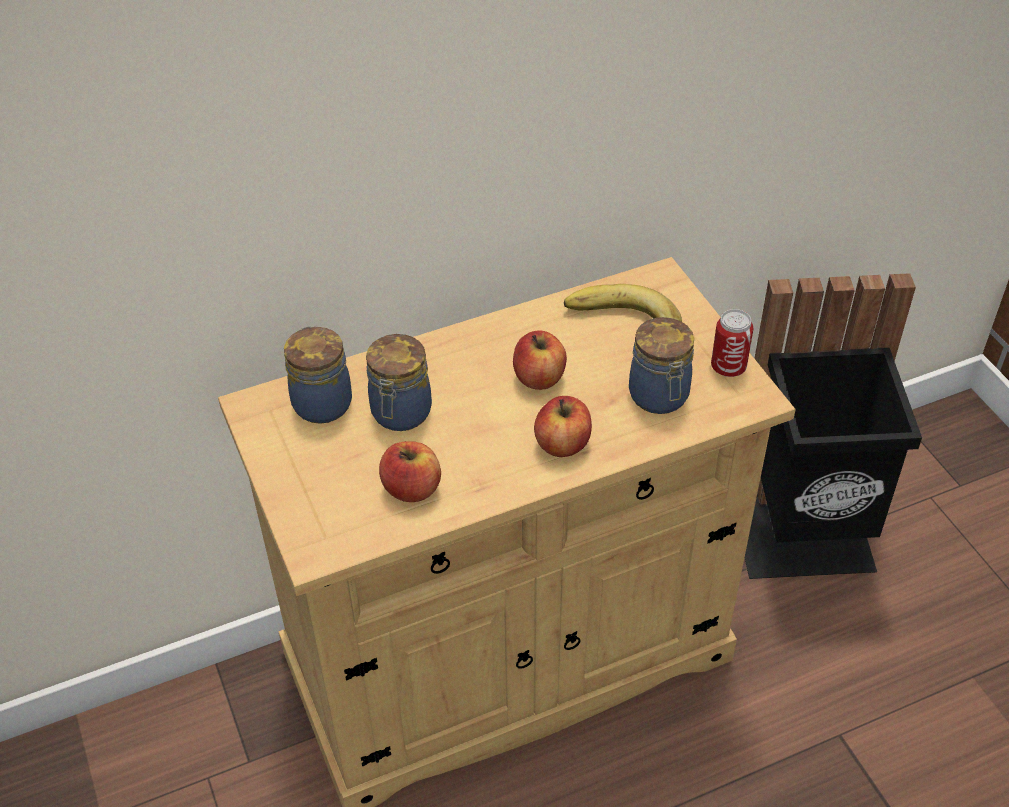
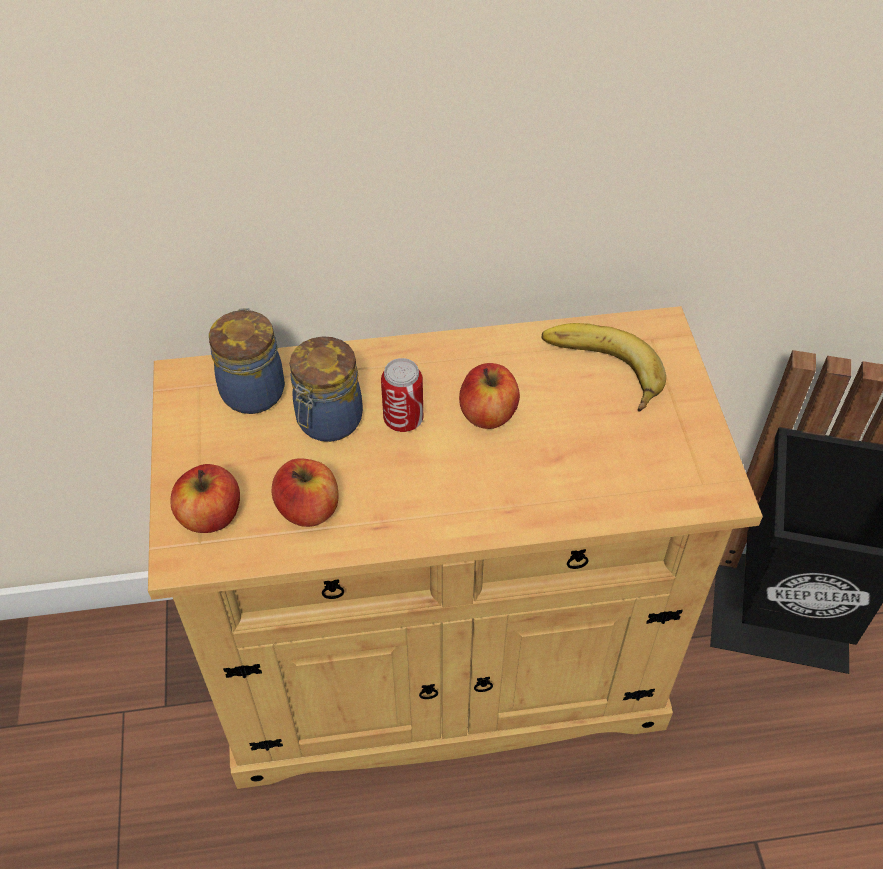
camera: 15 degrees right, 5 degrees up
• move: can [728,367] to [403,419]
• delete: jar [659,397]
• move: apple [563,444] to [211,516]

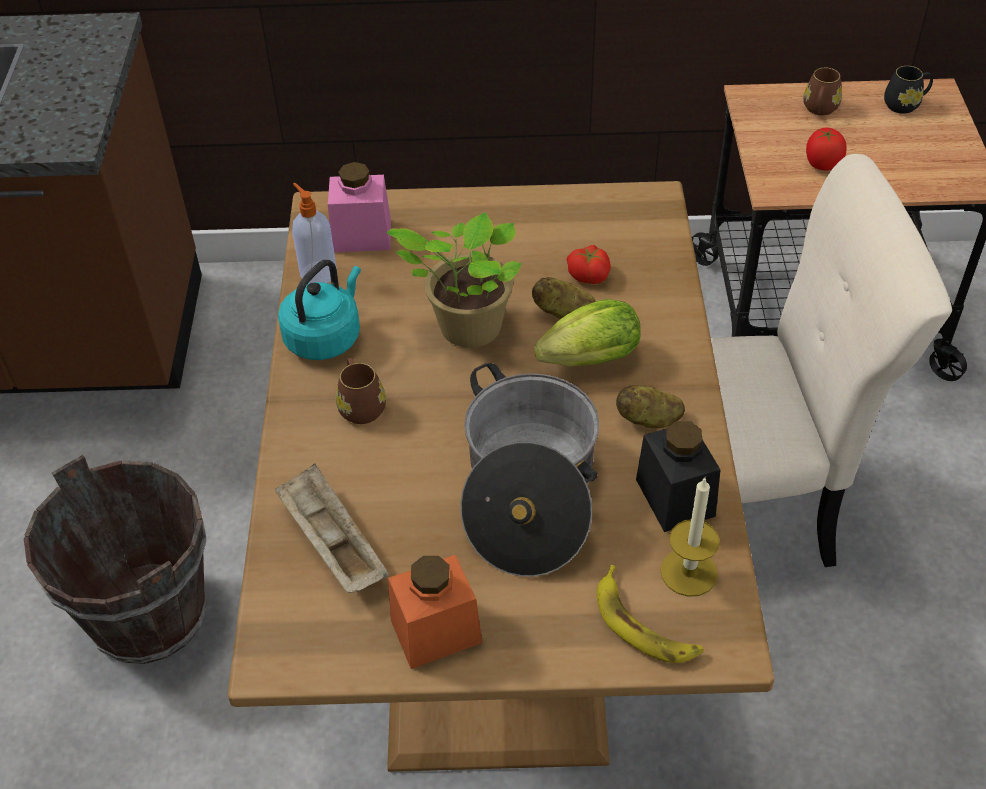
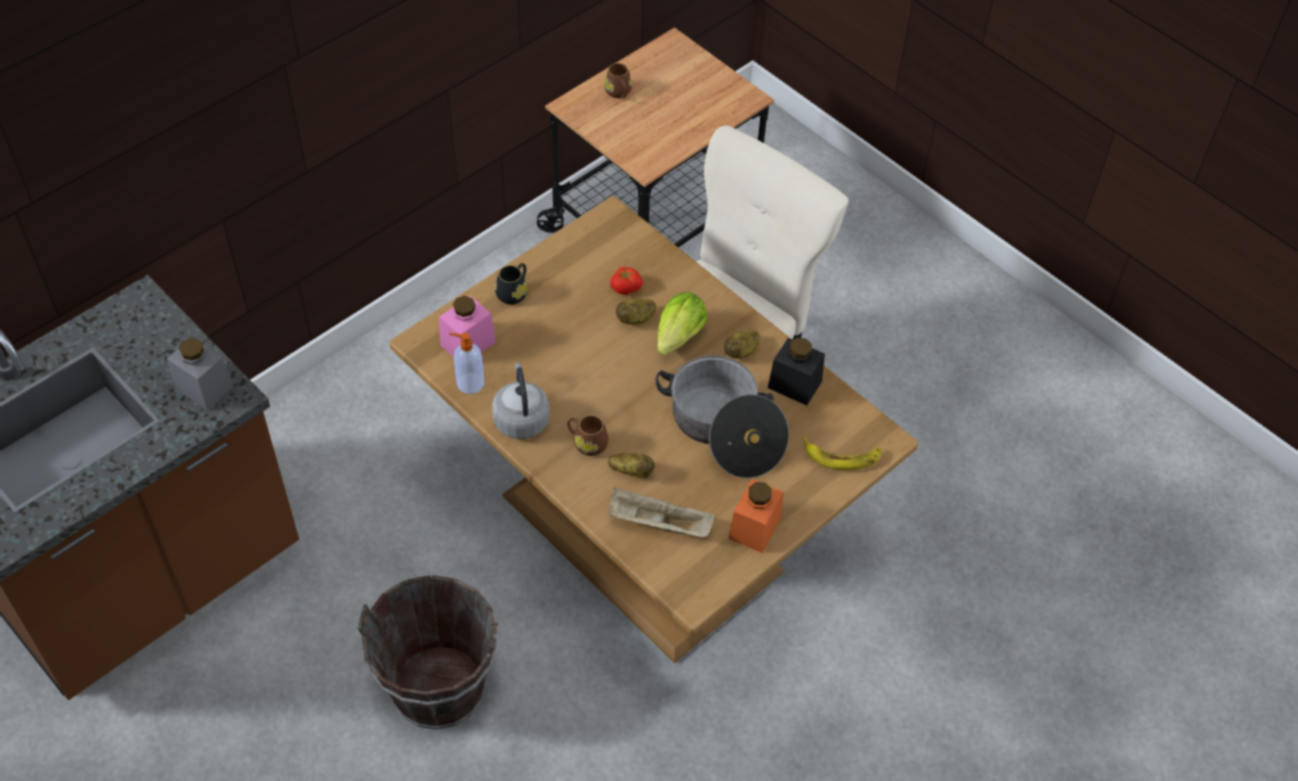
camera: 45 degrees left, 5 degrees up
• move: mug/black [905,104] to [514,292]
• delete: tomato [822,164]
• delete: potted plant [465,328]
• recolor: kettle/turquoise [325,337] to kettle/grey [521,418]
• delete: candle [689,572]
• insert: jar/grey [204,387]
• insert: potato [631,471]

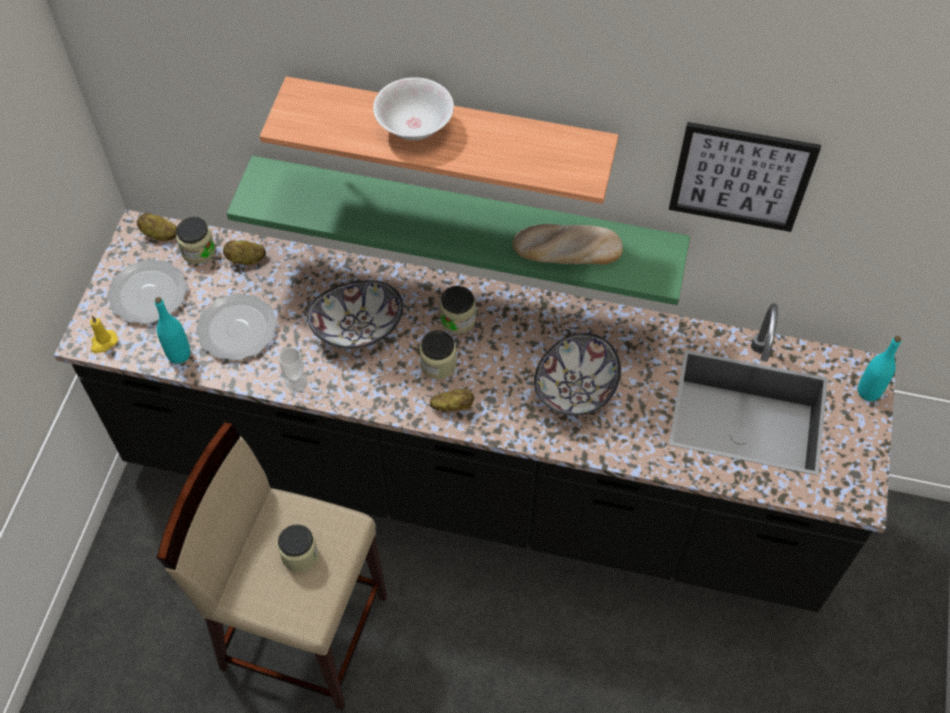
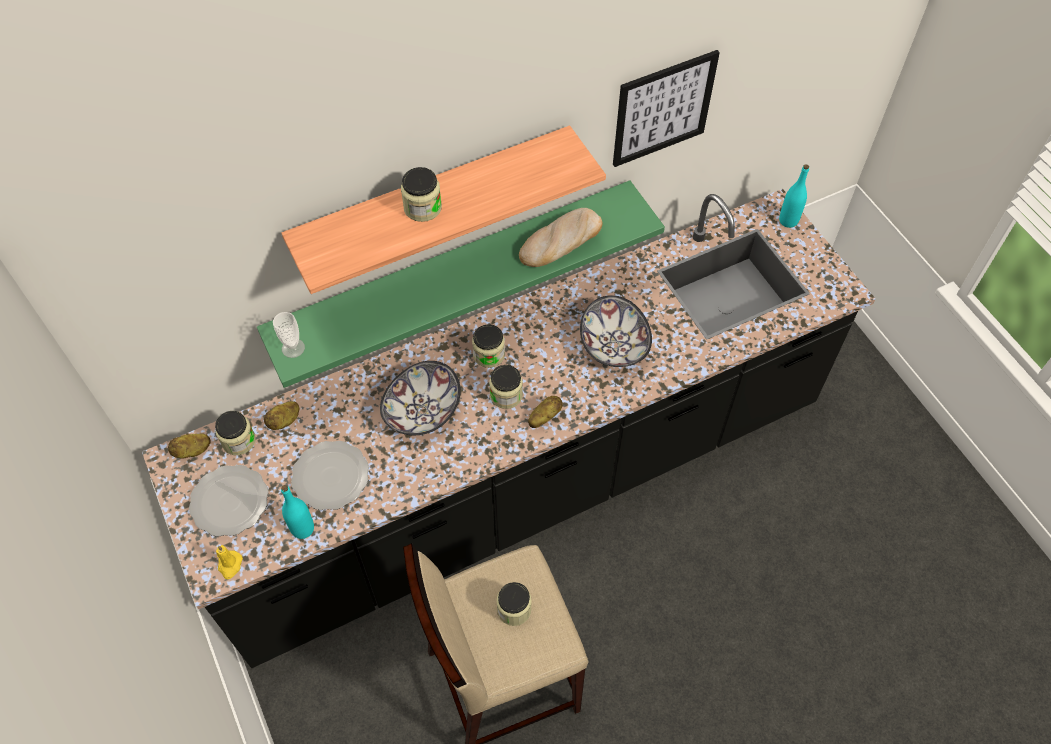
camera: 40 degrees left, 0 degrees up
• replace: bowl/white [414,126] to jar [422,208]
• move: cup [296,382] to [293,348]

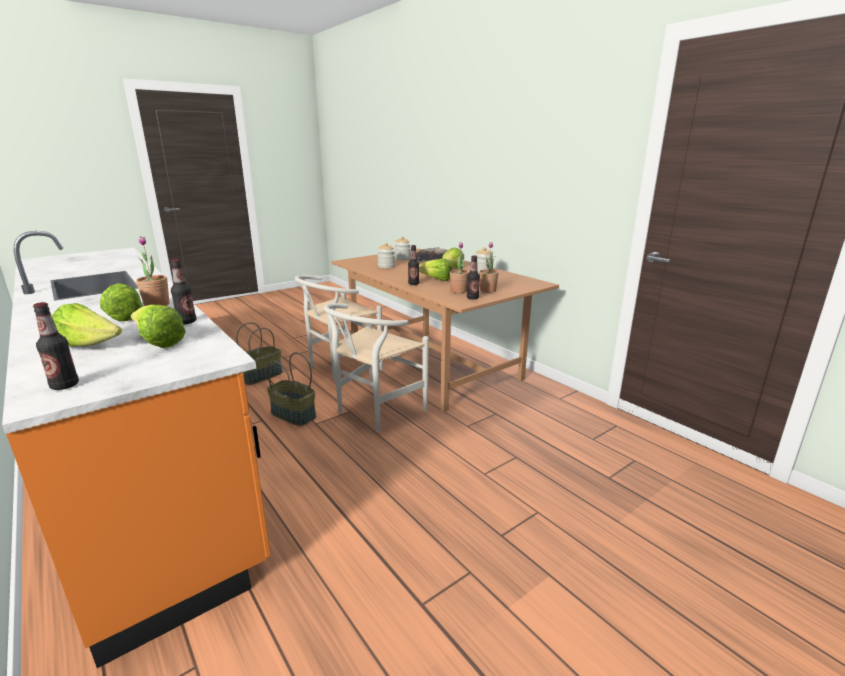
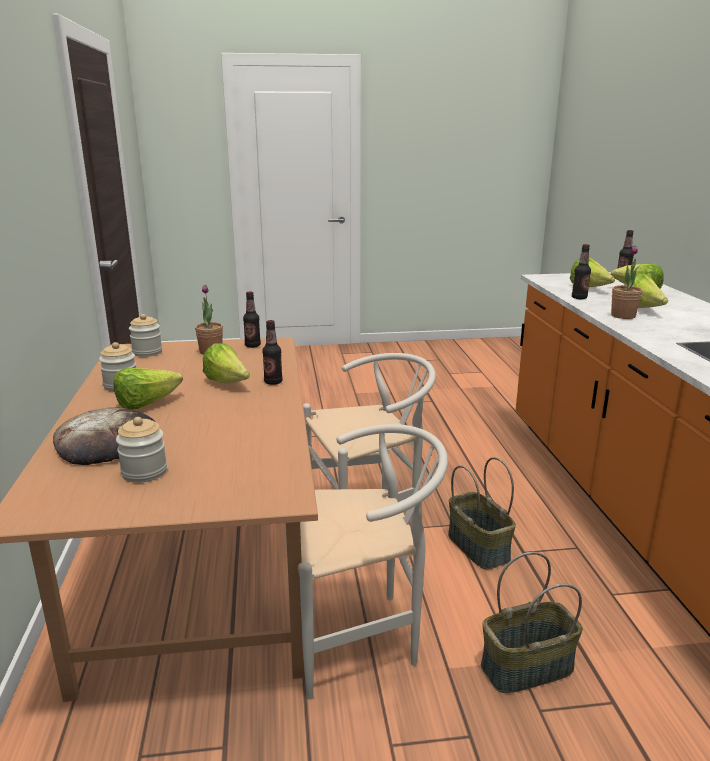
camera: 150 degrees left, 0 degrees up
• delete: potted plant [458,291]
• move: jar [386,266] to [147,352]

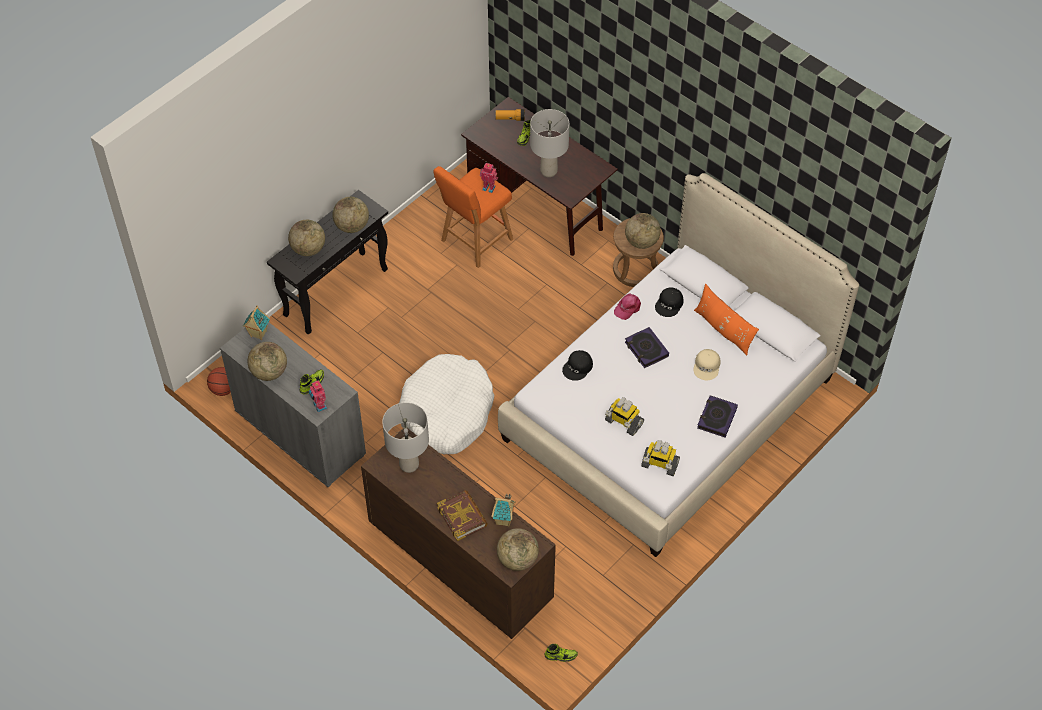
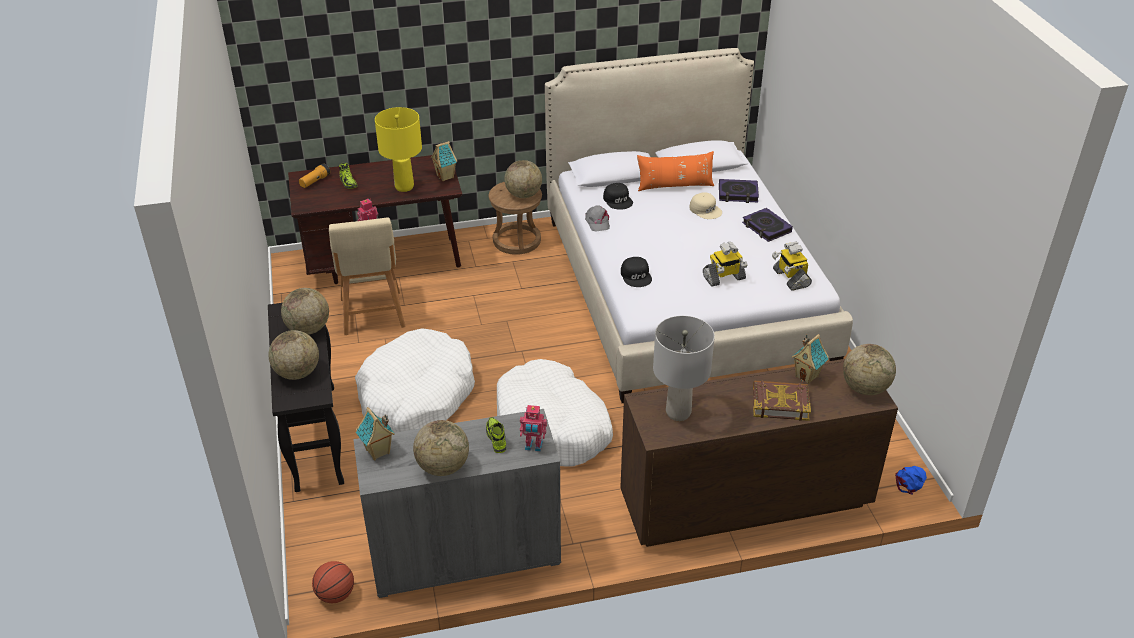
camera: 55 degrees left, 15 degrees down
• recolor: table lamp/grey [549,171] to table lamp/yellow [404,186]
• recolor: stool/orange [474,242] to stool/beige [372,315]
• recolor: cap/pink [627,308] to cap/grey [597,222]
• move: book [646,349] to [738,194]
• rotate: toy robot [659,464] = [790,278] 105 degrees clockwise
• replace: shoe [560,655] to cap/blue [910,481]
• insert: toy house [446,176]
• insert: dog bed/white [416,395]

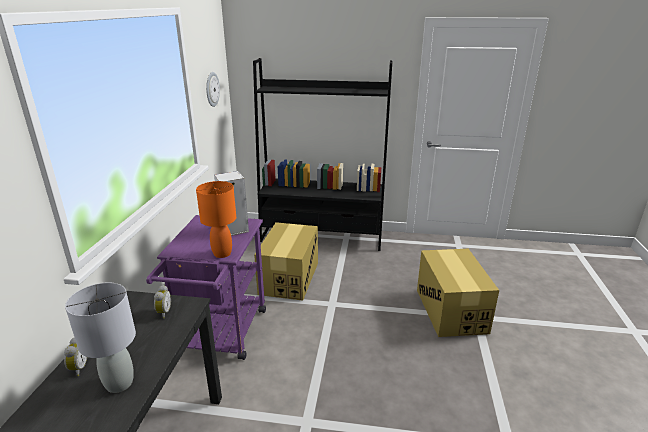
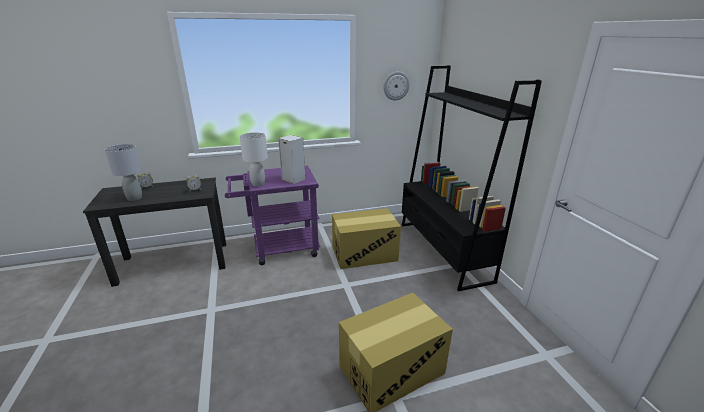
camera: 65 degrees right, 0 degrees up
• recolor: table lamp/orange [222,253] to table lamp/white [258,184]

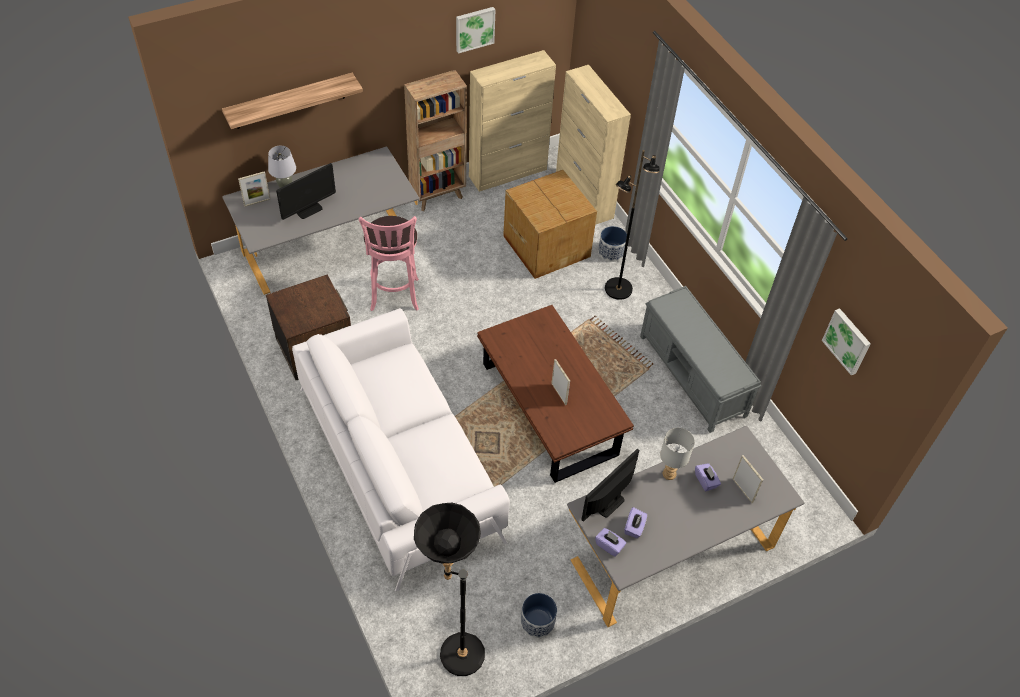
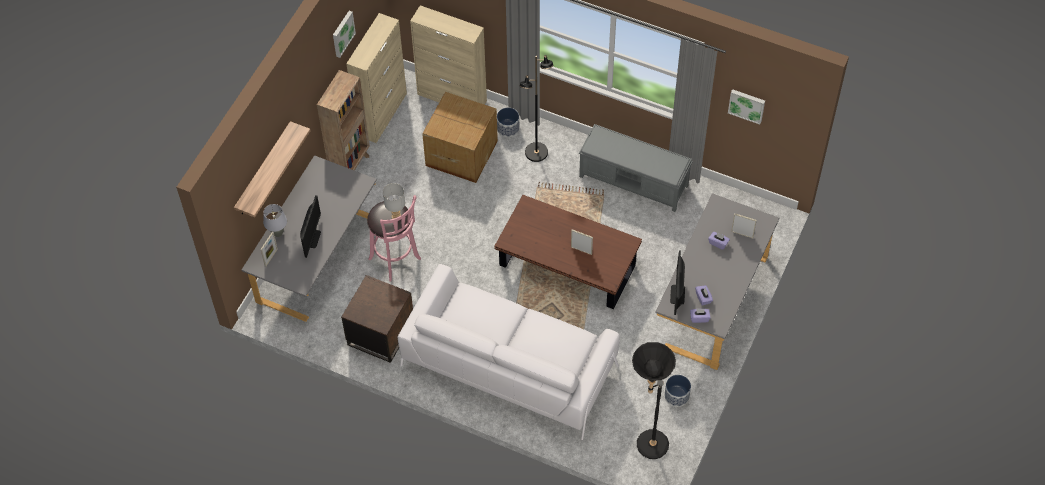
camera: 35 degrees left, 5 degrees up
• move: table lamp/grey [669,474] to [397,217]

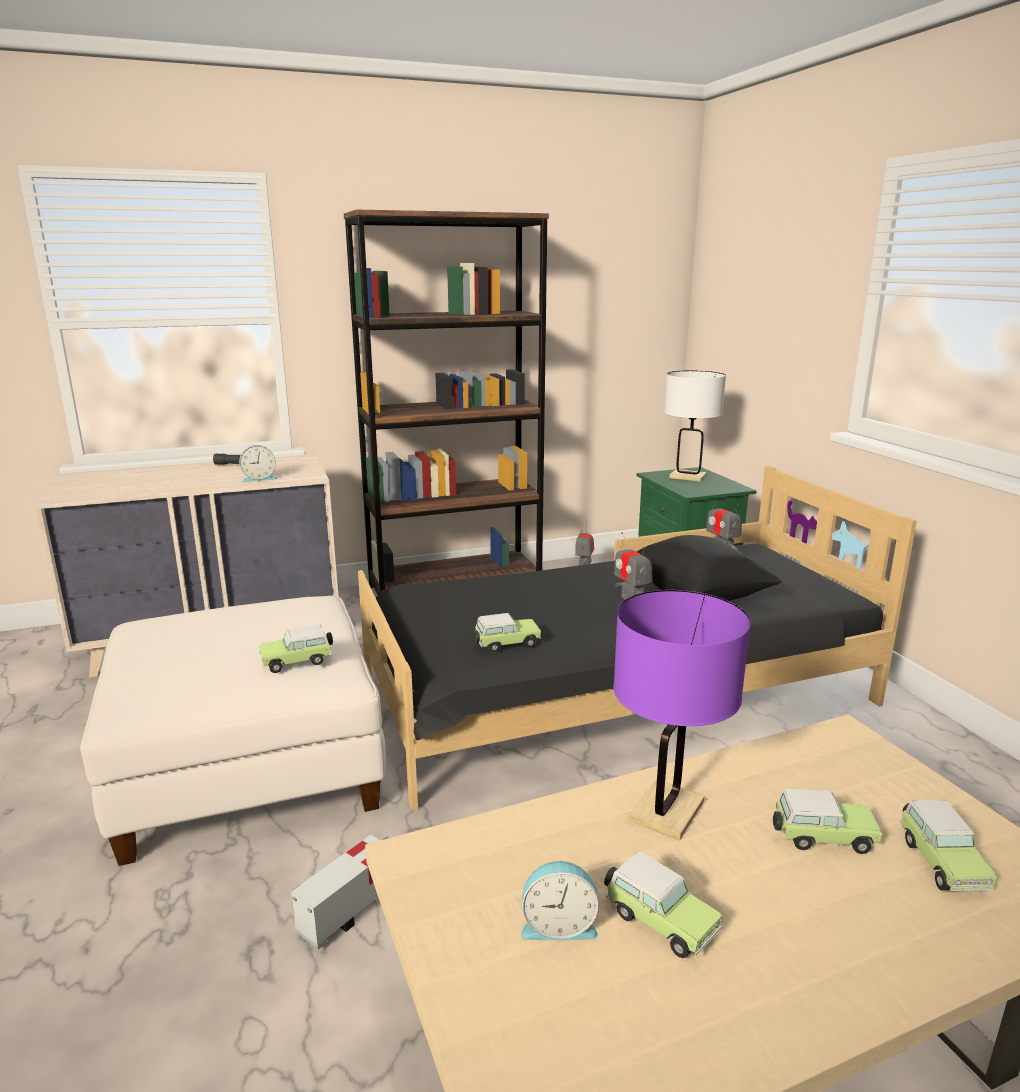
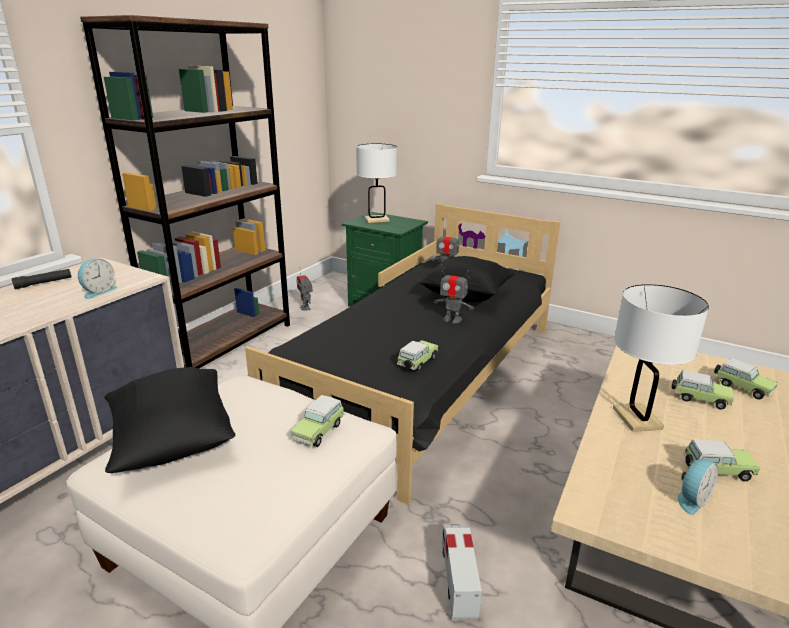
camera: 40 degrees left, 5 degrees up
• recolor: table lamp/purple [666,811] to table lamp/white [637,418]
• rotate: toy car [820,837] = [699,399] 60 degrees clockwise
• insert: pillow/black [173,441]

